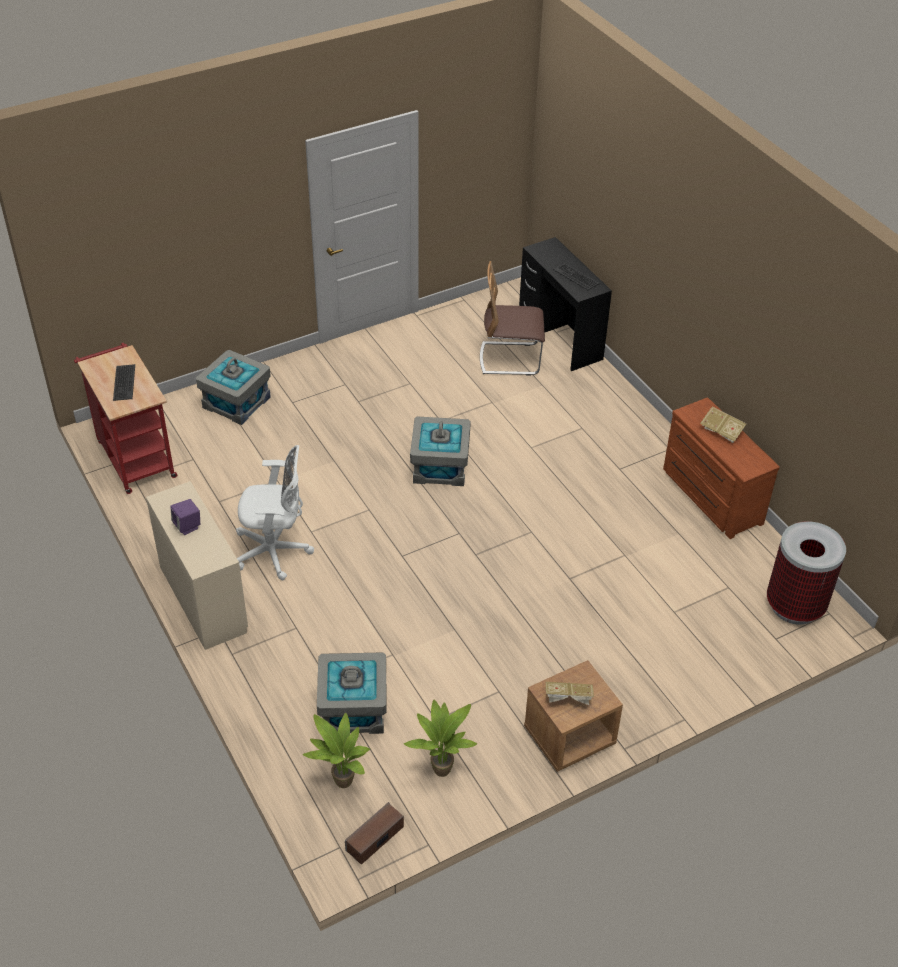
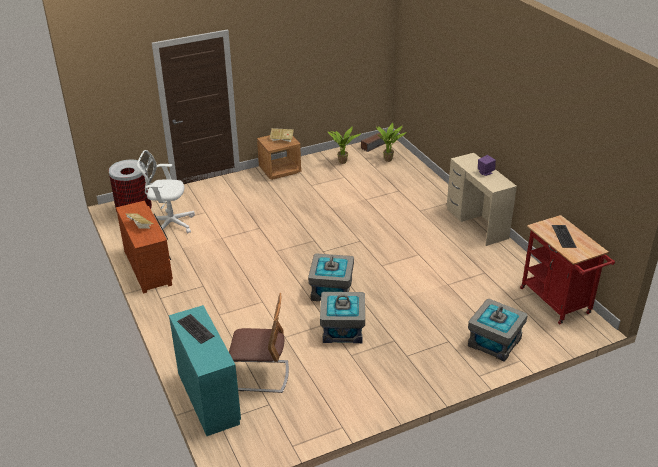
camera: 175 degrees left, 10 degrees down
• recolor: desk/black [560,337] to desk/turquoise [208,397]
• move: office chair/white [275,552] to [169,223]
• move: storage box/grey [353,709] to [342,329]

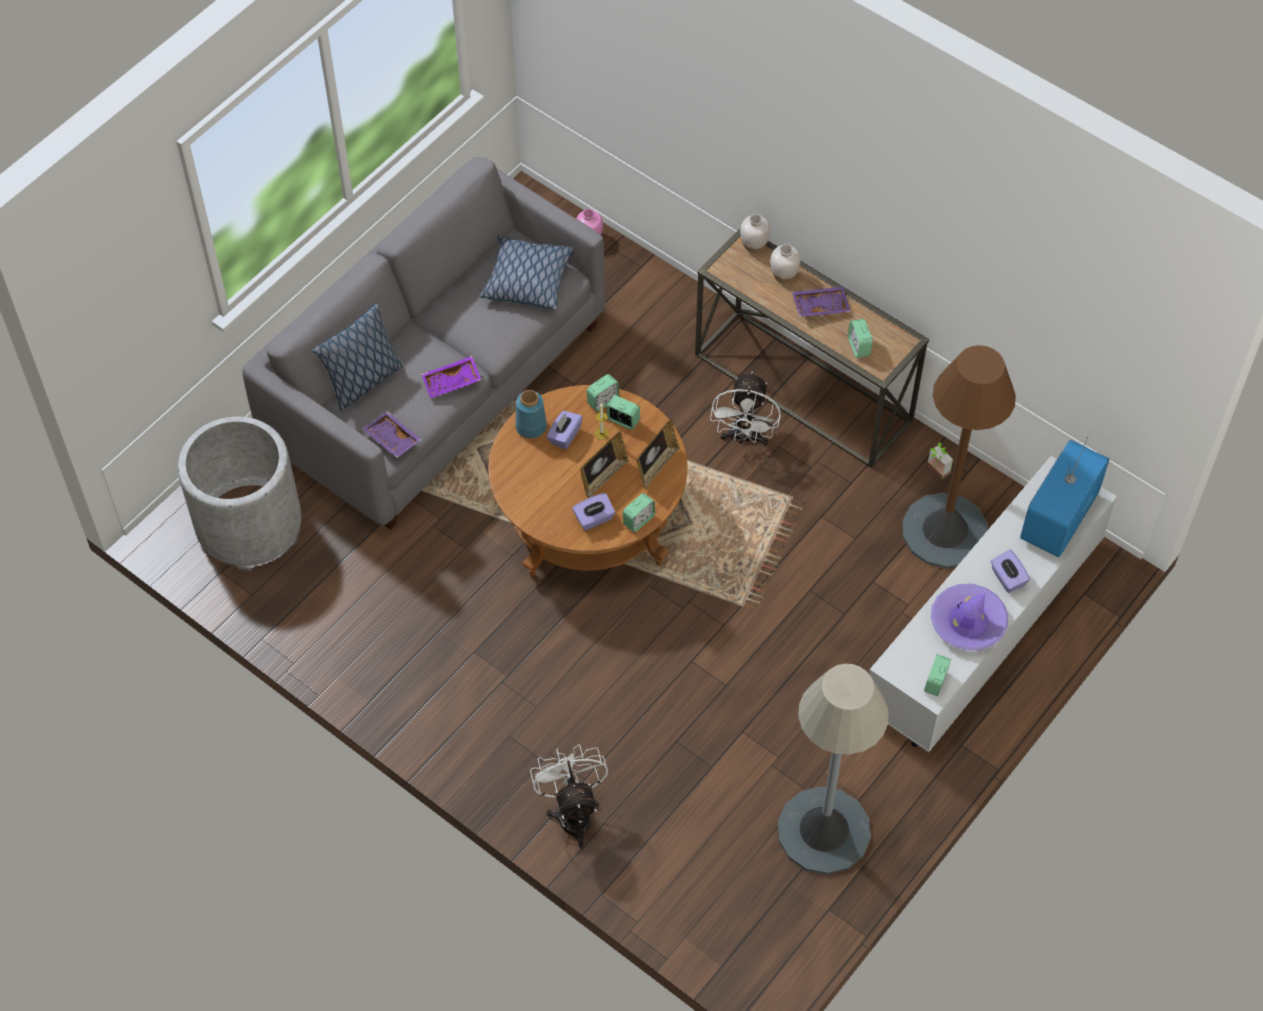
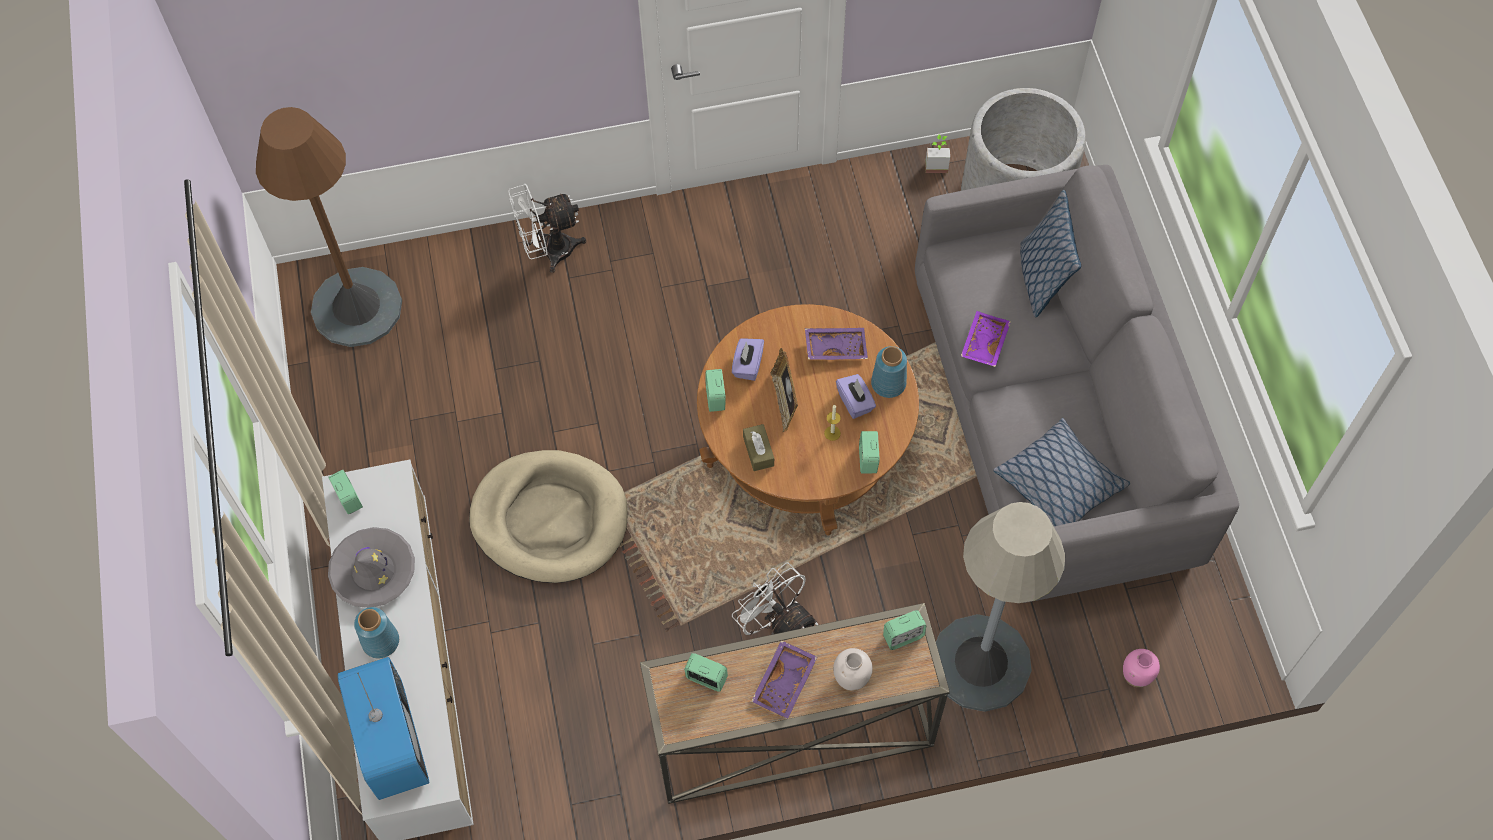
camera: 130 degrees right, 5 degrees up
• delete: vase/white [754,246]
• move: floor lamp/brown [945,531] to [356,307]
• move: alarm clock [623,420] to [903,636]
• move: tray/purple [391,439] to [835,347]
• replace: picture frame [656,466] to tissue box/brown [758,451]
• move: potted plant [935,471] to [936,164]
• replace: tissue box/purple [1007,578] to vase/blue [380,641]
• recolor: hat/purple [968,622] to hat/grey [373,571]
• move: floor lamp/grey [824,831] to [980,663]
• rotate: fan/white [573,812] = [549,251] 135 degrees clockwise
• insert: dog bed/beige [550,519]

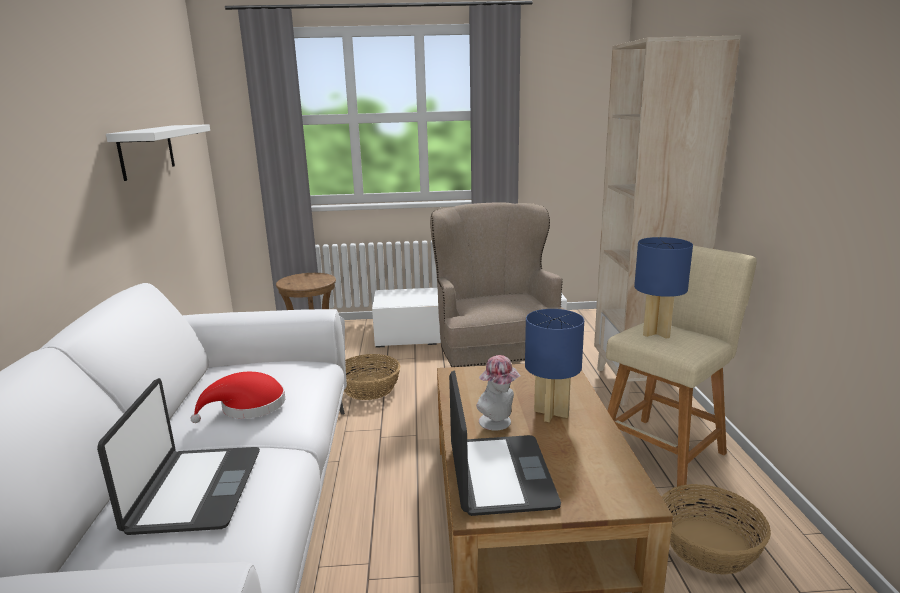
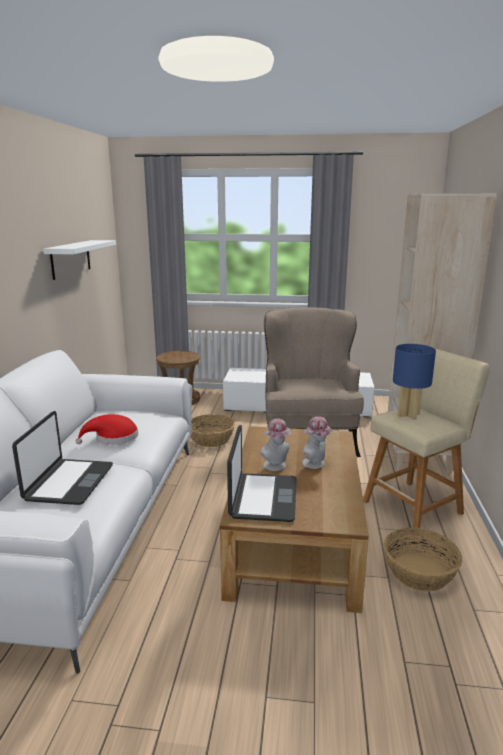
camera: 10 degrees right, 0 degrees up
• replace: table lamp/blue [551,413] to hat [316,464]

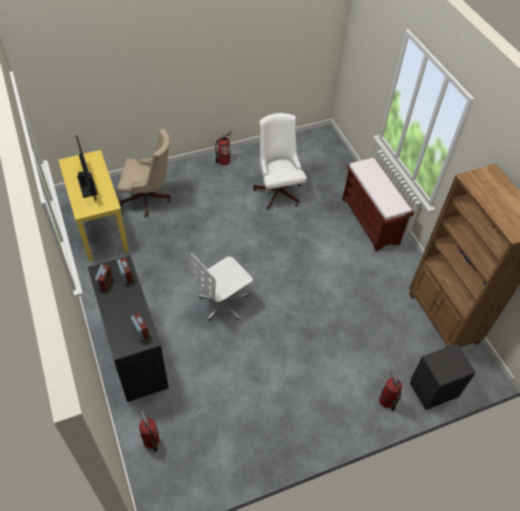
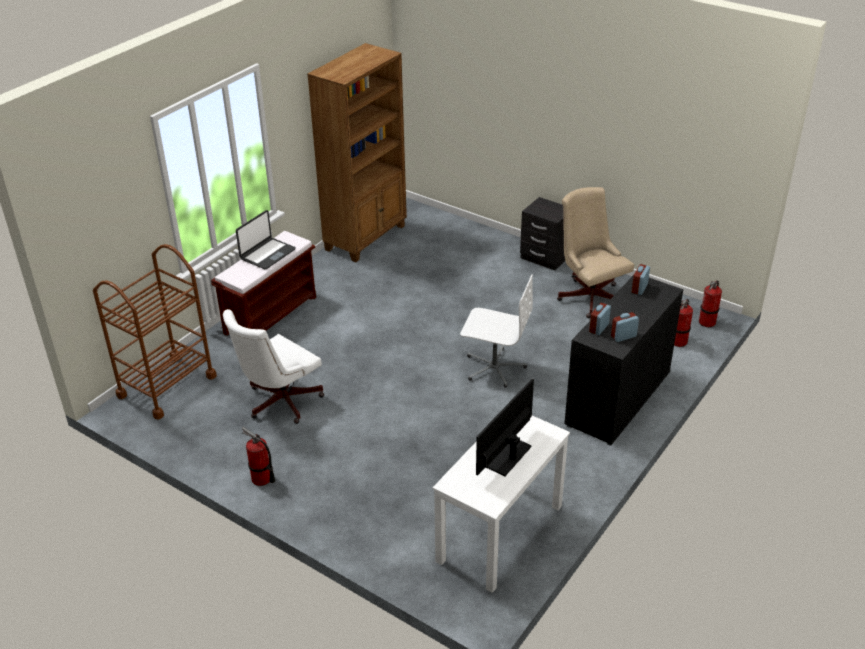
camera: 120 degrees left, 15 degrees down
• move: office chair/beige [148,199] to [589,295]
• recolor: desk/yellow [99,226] to desk/white [500,533]
• move: nightstand/black [433,389] to [545,257]
• move: fire extinguisher [386,401] to [707,322]
• insert: laptop [267,254]
• insert: cart/brown [167,386]

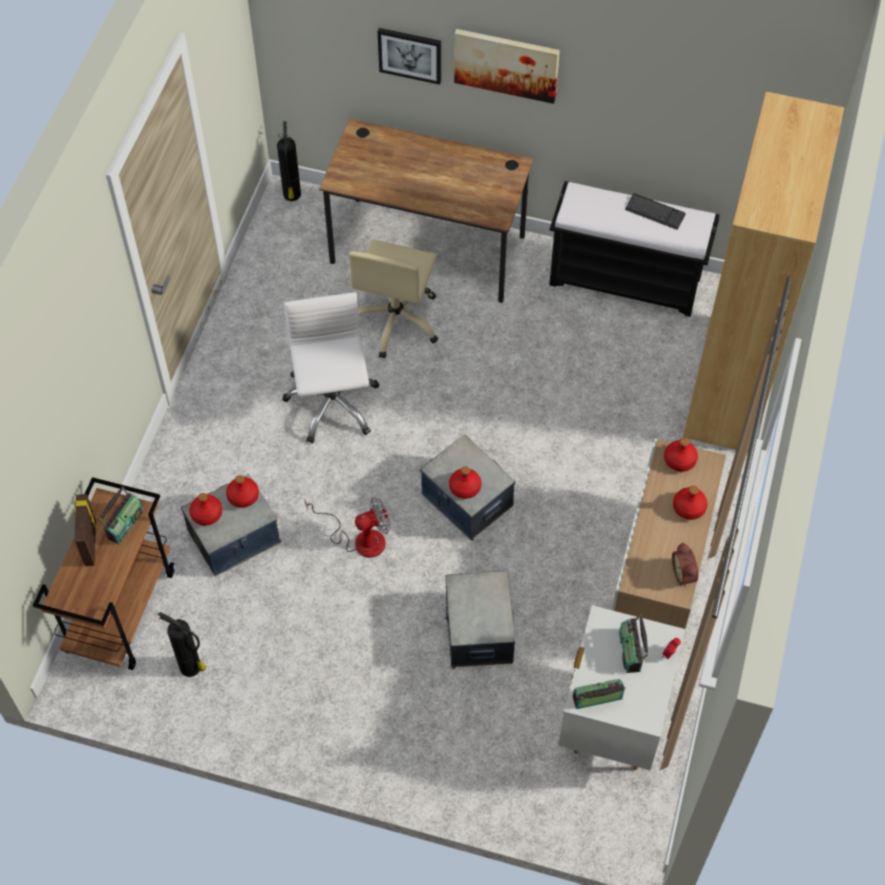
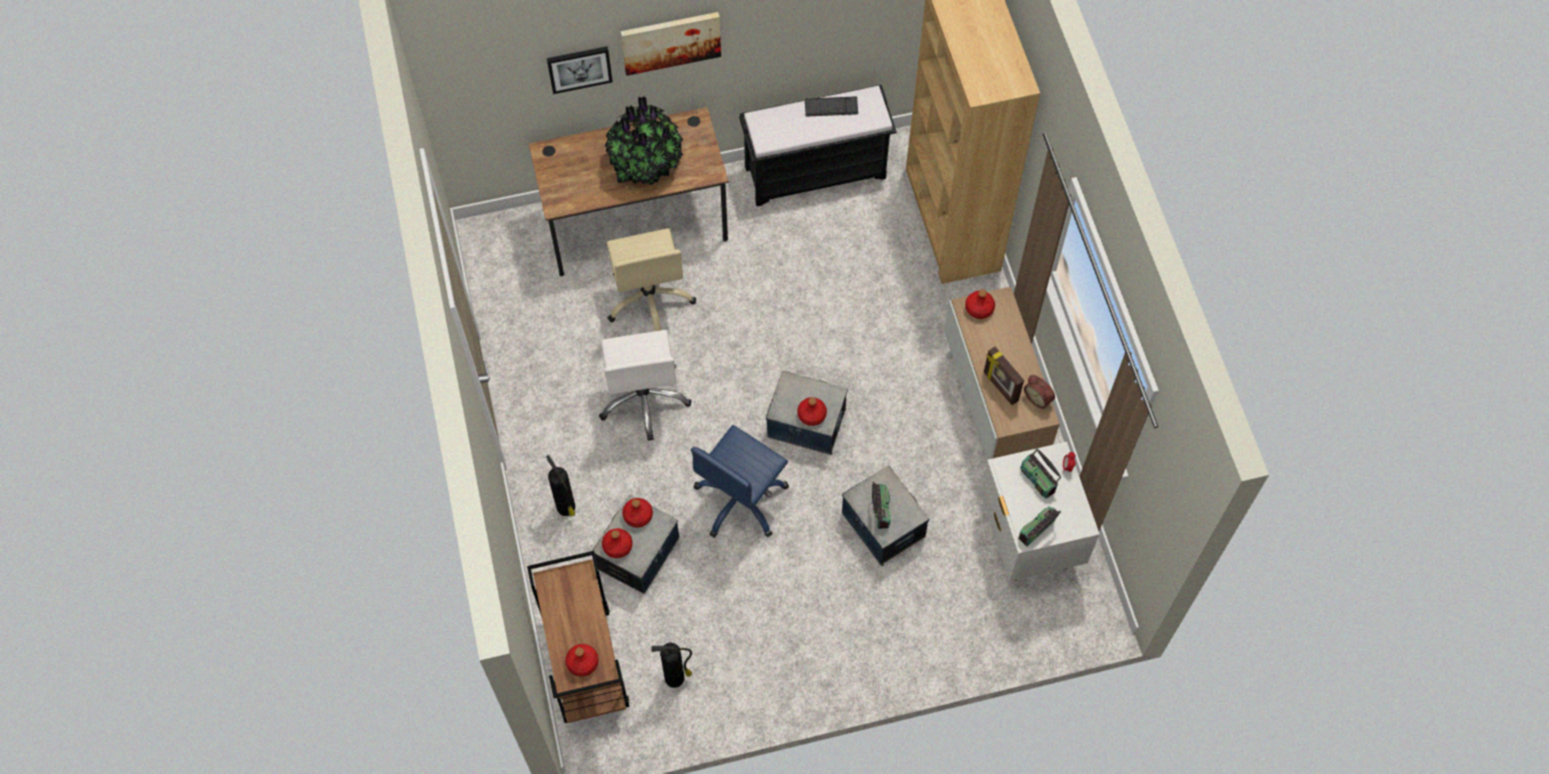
camera: 30 degrees left, 5 degrees up
• move: fire extinguisher [292,195] to [566,508]
• rotate: office chair/white [332,404] = [644,399] 150 degrees counterclockwise
• move: bottle/red [689,508] to [583,663]
• move: radio [124,523] to [880,510]
• move: picture frame [89,543] to [1000,387]
• replace: fan [359,539] to office chair/blue [741,500]
• insert: potted plant [646,163]

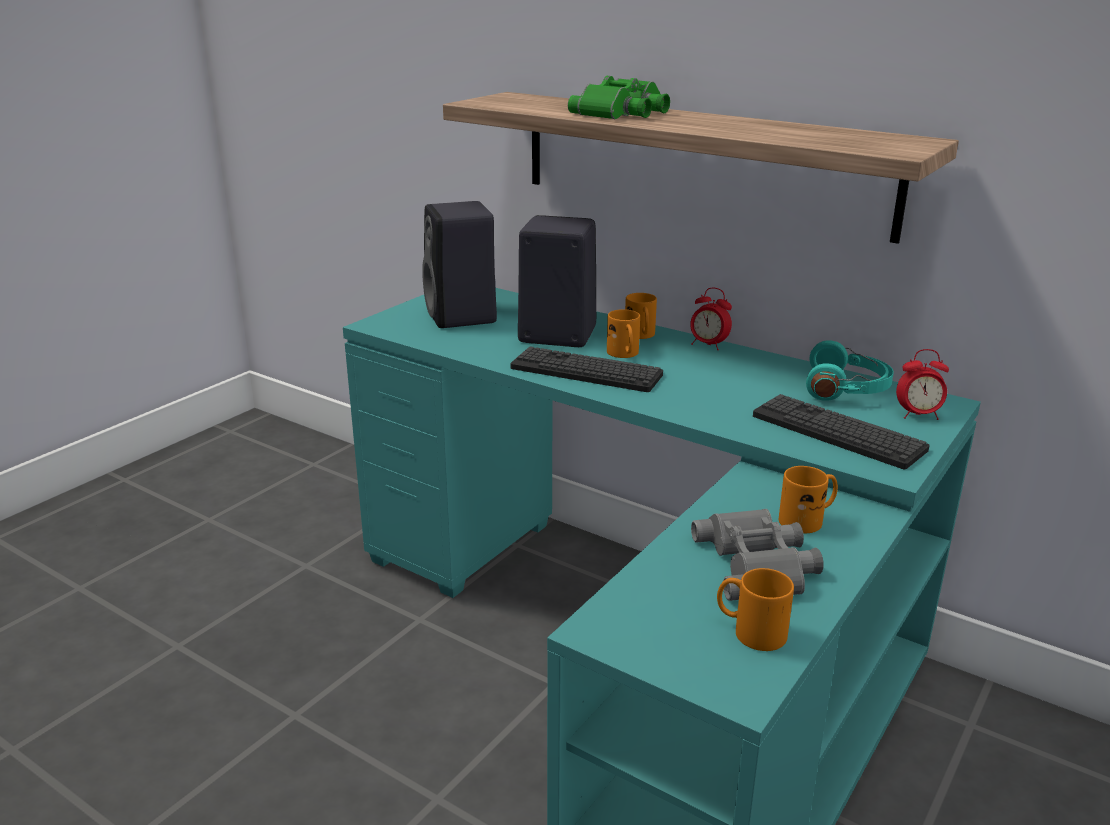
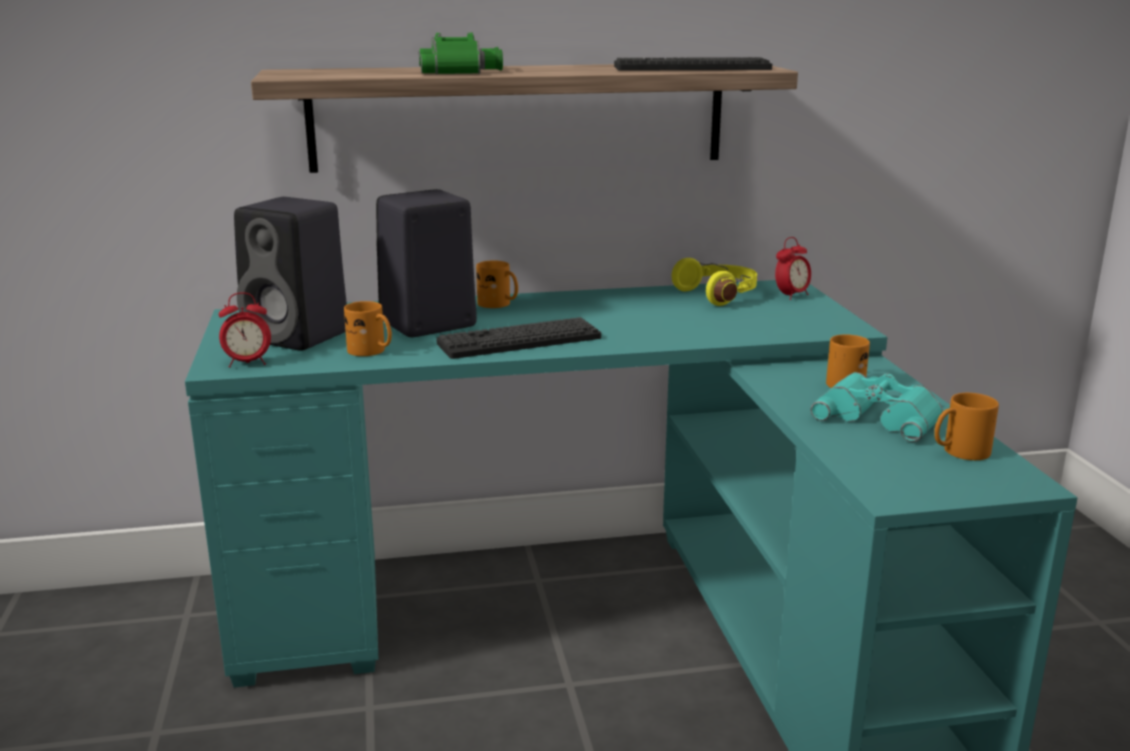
camera: 45 degrees left, 5 degrees down
• move: alarm clock [708,345] to [247,363]
• move: mug/orange [624,354] to [372,351]
• recolor: headphones/turquoise [847,389] to headphones/yellow [719,295]
• move: keyboard [837,432] to [691,68]
• recolor: binoculars/grey [759,564] to binoculars/turquoise [880,416]

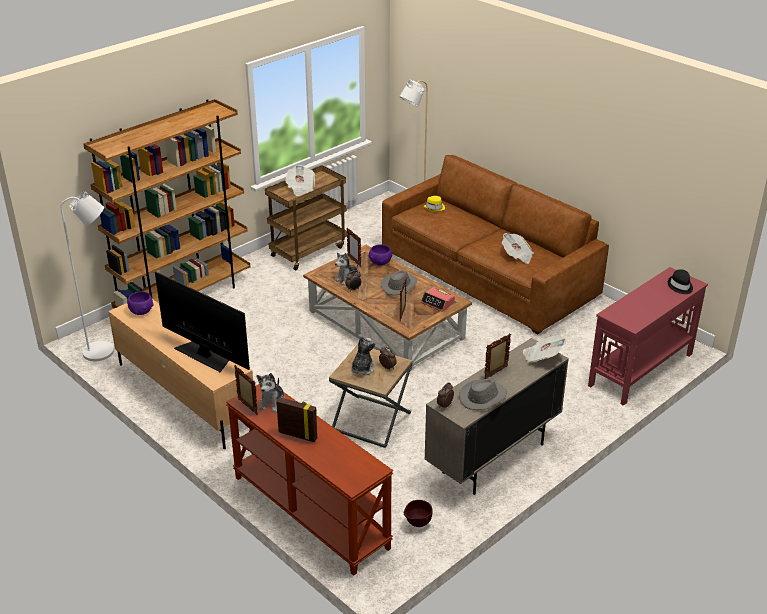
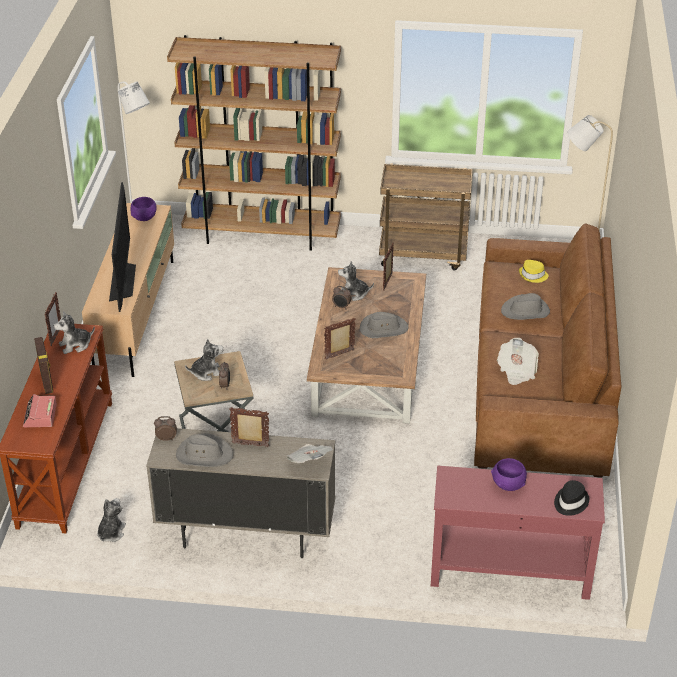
camera: 50 degrees right, 5 degrees up
• delete: newspaper [300,188]
• move: bowl/purple [380,262] to [508,484]
• move: alarm clock [438,303] to [40,416]
• replace: bowl/brown [417,524] to plush toy [111,532]
• insert: hat/grey [525,311]

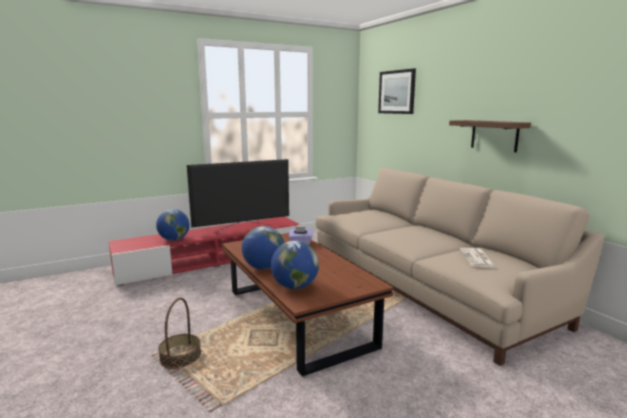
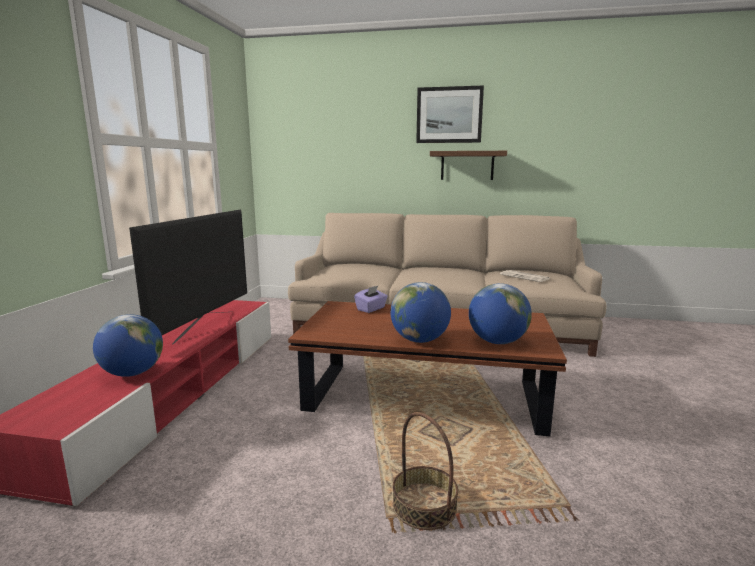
camera: 50 degrees left, 0 degrees up
• move: picture [397,92] to [449,115]

